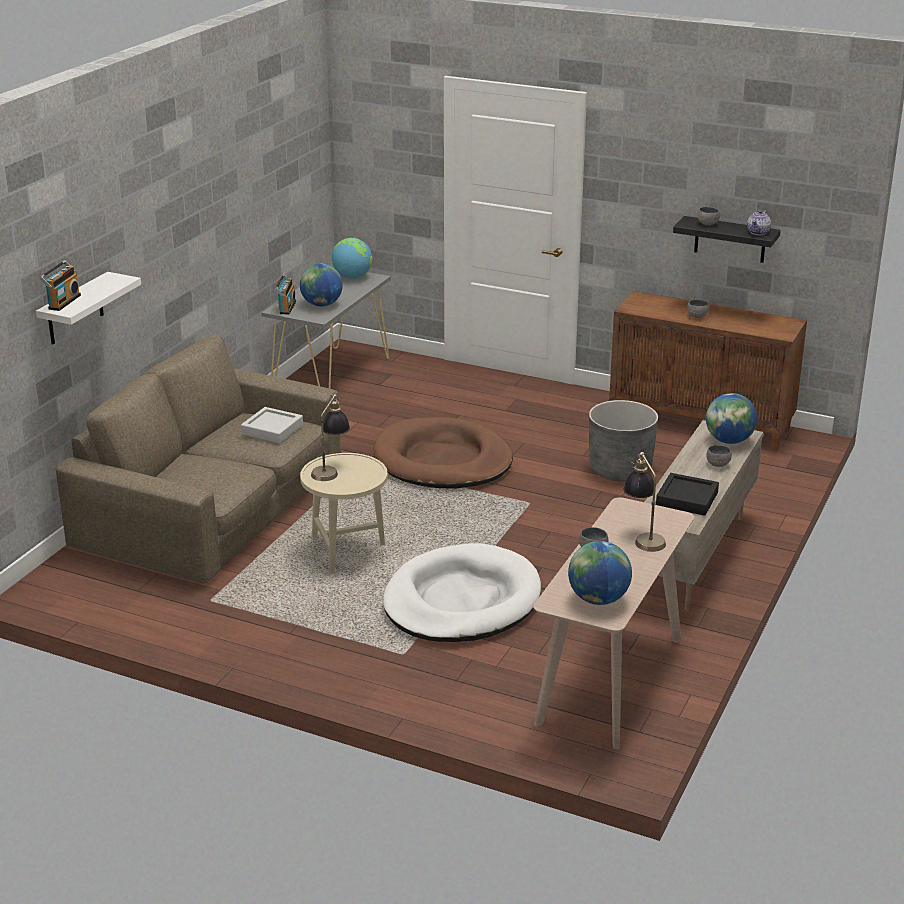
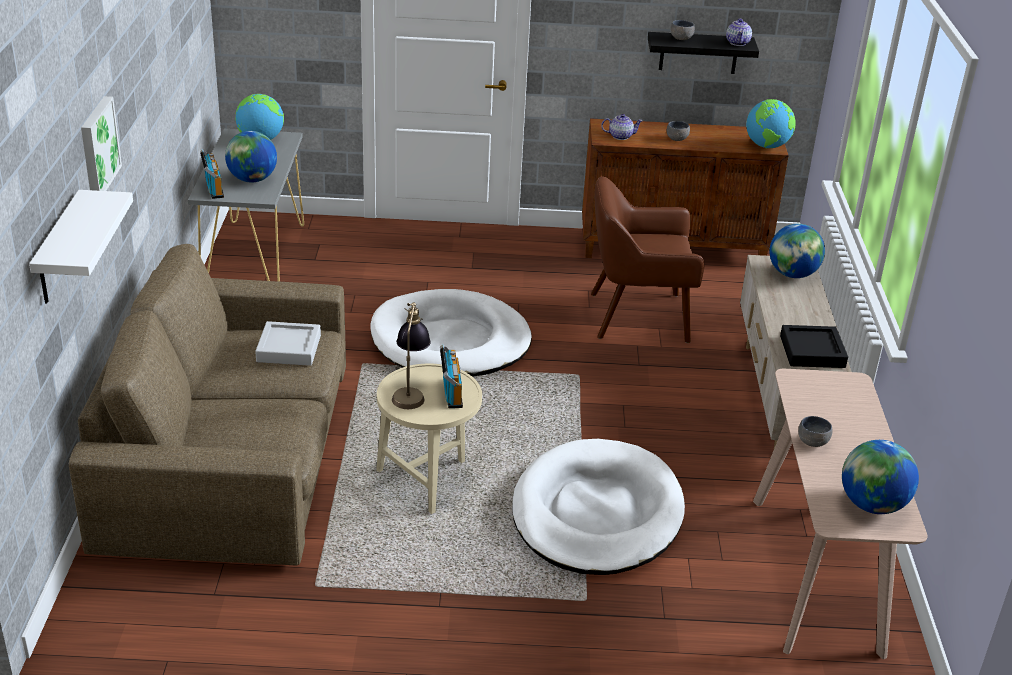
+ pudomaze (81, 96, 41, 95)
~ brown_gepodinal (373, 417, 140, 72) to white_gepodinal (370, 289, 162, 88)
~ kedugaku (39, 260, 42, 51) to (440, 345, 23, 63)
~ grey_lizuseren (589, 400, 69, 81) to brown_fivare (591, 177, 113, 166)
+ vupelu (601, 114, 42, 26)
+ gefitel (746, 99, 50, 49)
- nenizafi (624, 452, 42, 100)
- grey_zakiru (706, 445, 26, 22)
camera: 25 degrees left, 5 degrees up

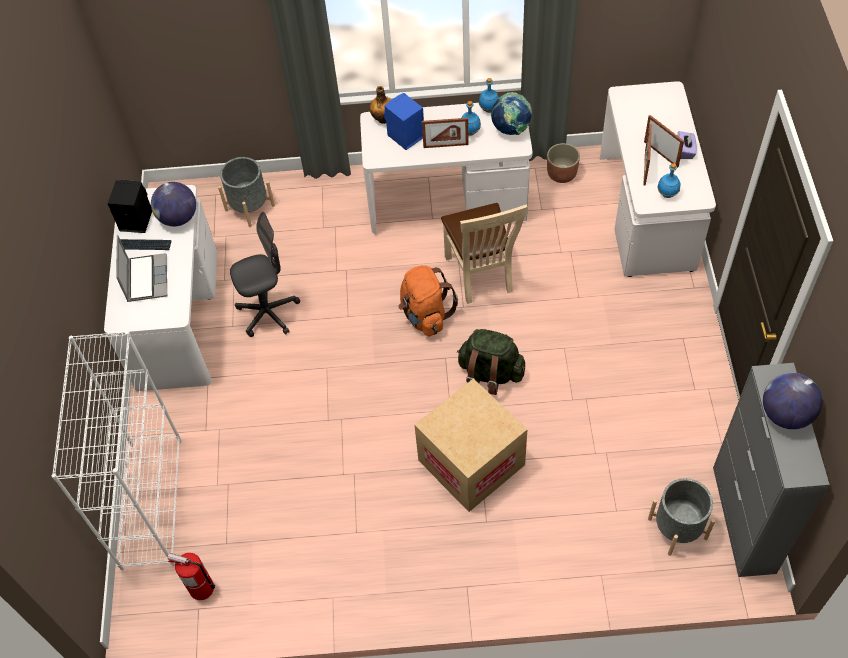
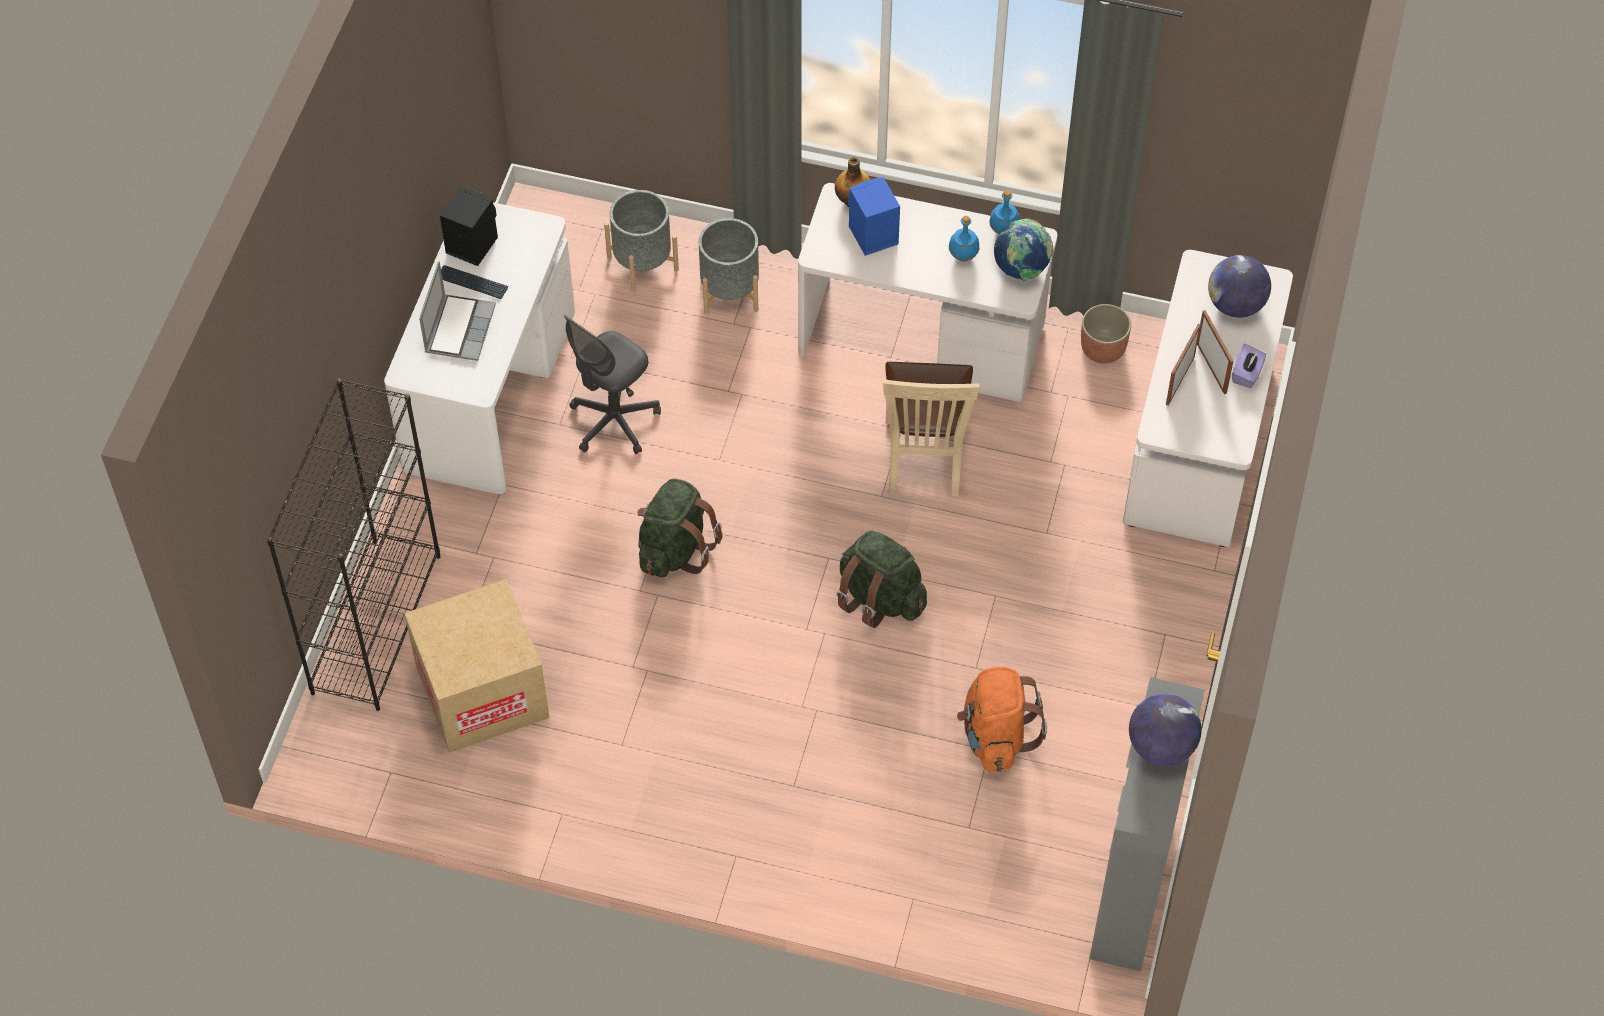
~ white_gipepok (52, 331, 130, 239) to black_gipepok (267, 379, 173, 332)
~ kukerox (415, 378, 113, 134) to (404, 579, 146, 174)
~ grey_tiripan (230, 212, 70, 125) = (564, 315, 97, 139) 135 degrees clockwise
+ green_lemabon (637, 478, 86, 100)
~ grey_lizuseren (648, 478, 67, 78) to (699, 218, 60, 96)
~ orange_lemabon (398, 265, 60, 72) to (957, 667, 90, 105)
~ gefitel (151, 182, 45, 44) to (1208, 255, 63, 63)
- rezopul (167, 553, 48, 47)
- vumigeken (422, 118, 47, 30)
- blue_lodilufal (657, 163, 23, 35)
camera: 15 degrees right, 0 degrees up

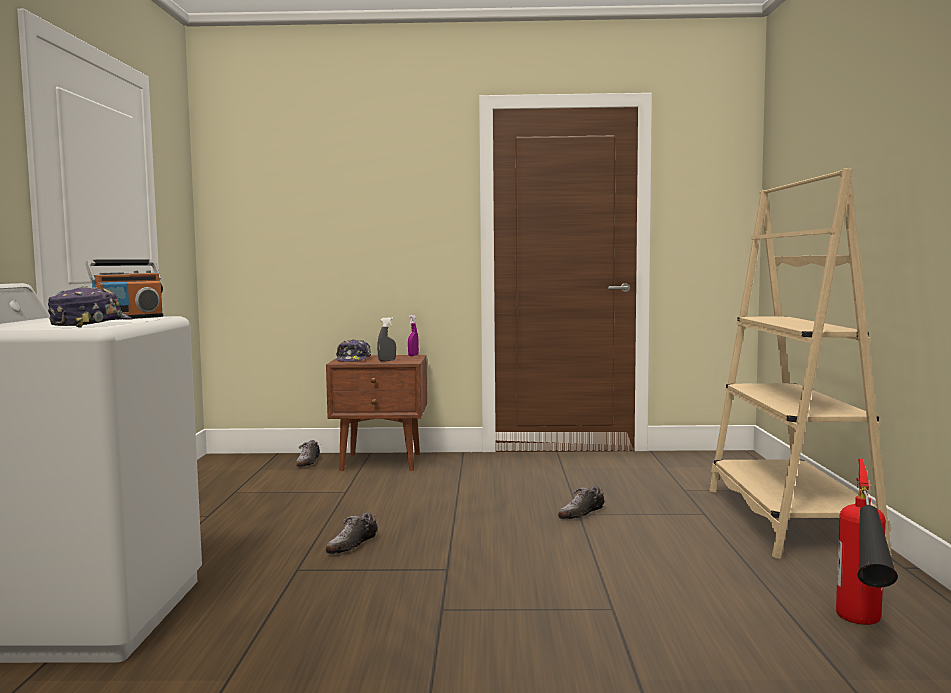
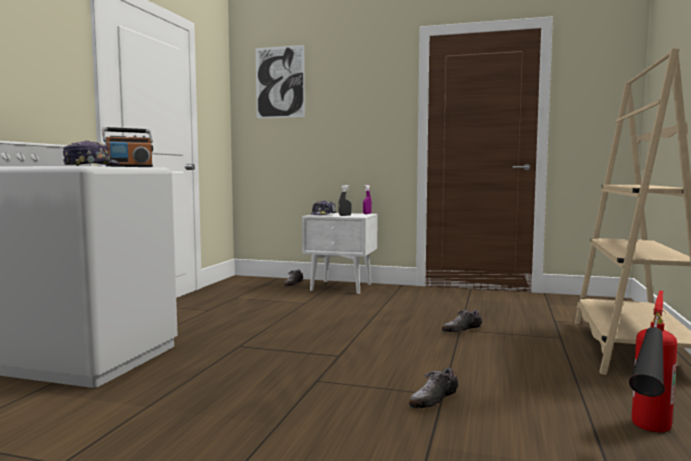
+ pudomaze (256, 45, 49, 73)
~ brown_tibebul (326, 355, 101, 116) to white_tibebul (302, 213, 76, 81)
~ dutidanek (326, 512, 52, 42) to (409, 368, 49, 41)
camera: 15 degrees right, 0 degrees up

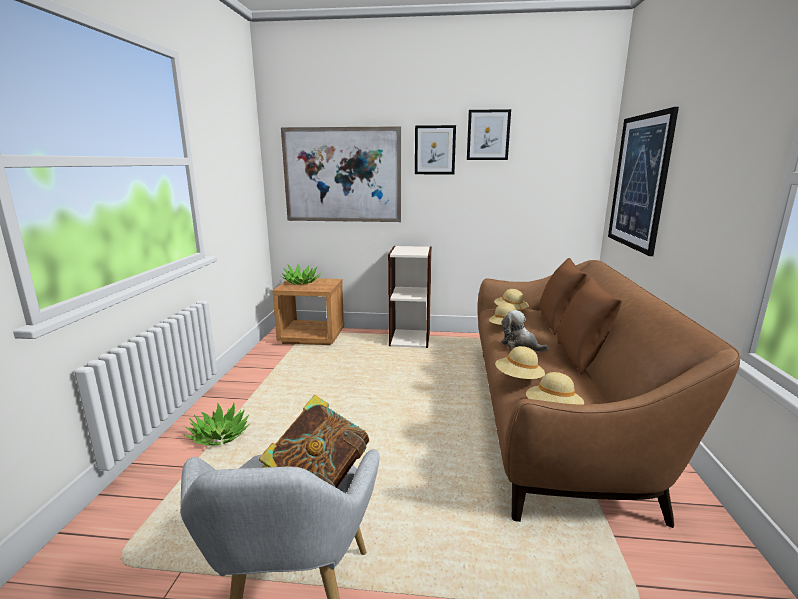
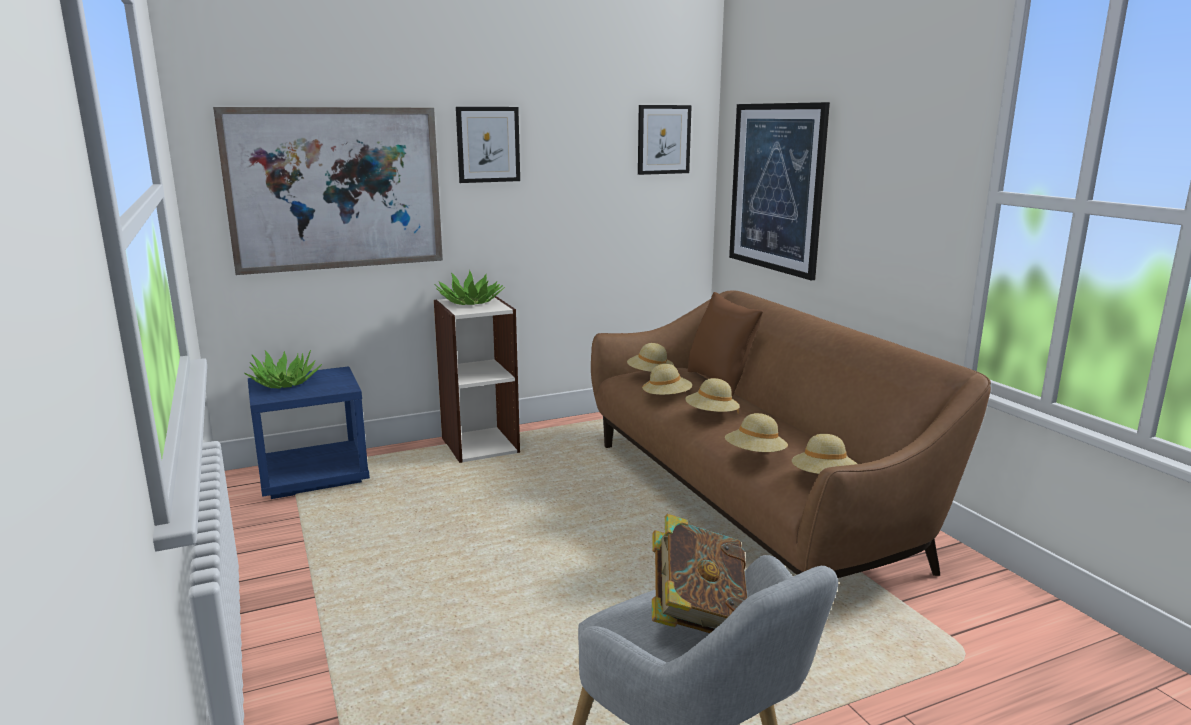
~ brown_tibebul (272, 278, 72, 67) to blue_tibebul (248, 366, 122, 133)
~ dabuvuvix (184, 402, 67, 44) to (434, 270, 71, 35)
~ pudomaze (467, 109, 44, 51) to (638, 105, 54, 70)
~ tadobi (501, 310, 47, 42) to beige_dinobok (685, 378, 54, 36)
- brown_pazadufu (557, 277, 65, 97)
camera: 30 degrees left, 0 degrees up

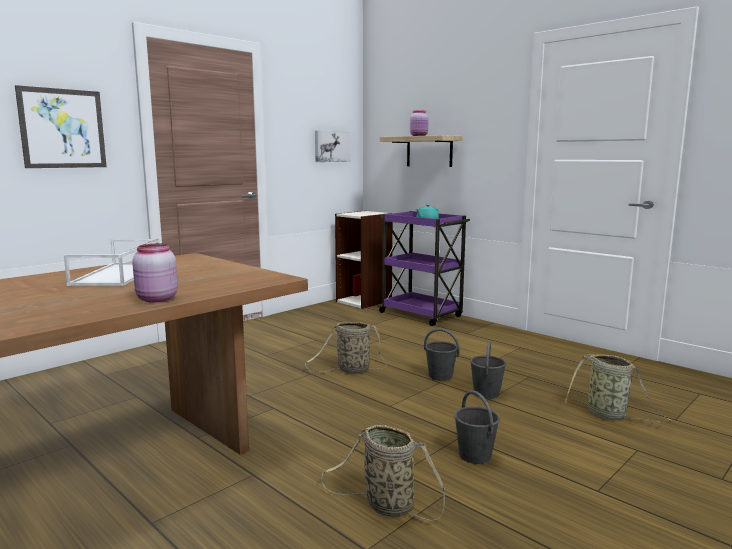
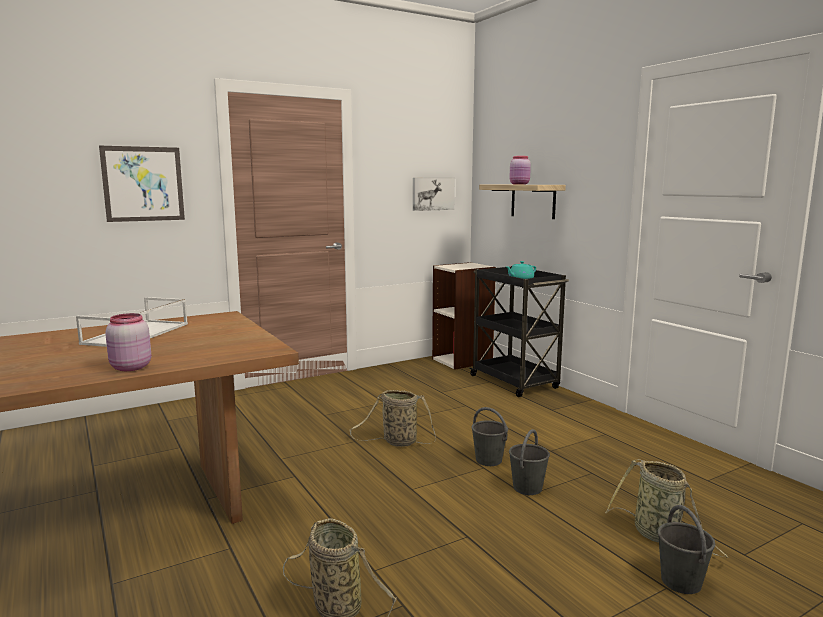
~ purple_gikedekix (379, 211, 91, 115) to black_gikedekix (469, 266, 100, 131)
~ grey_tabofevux (454, 390, 46, 74) to (657, 505, 58, 89)
camera: 15 degrees right, 0 degrees up

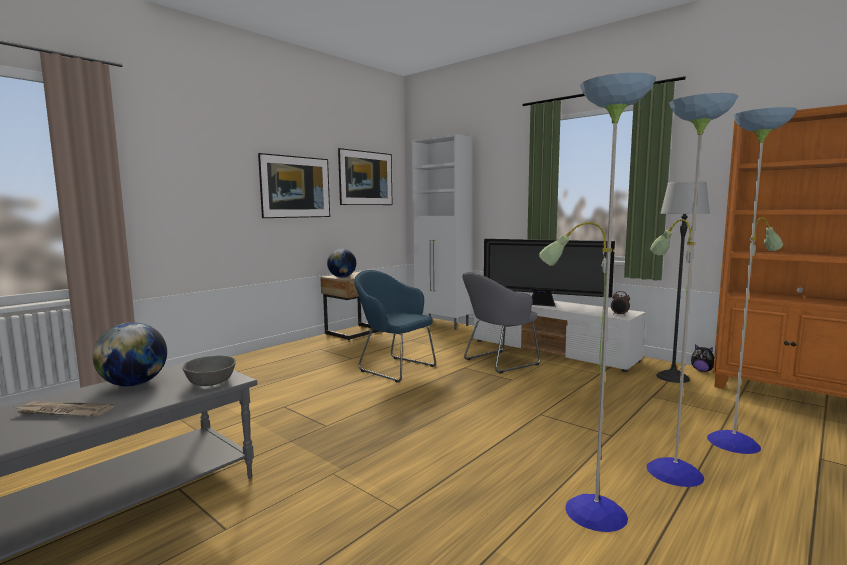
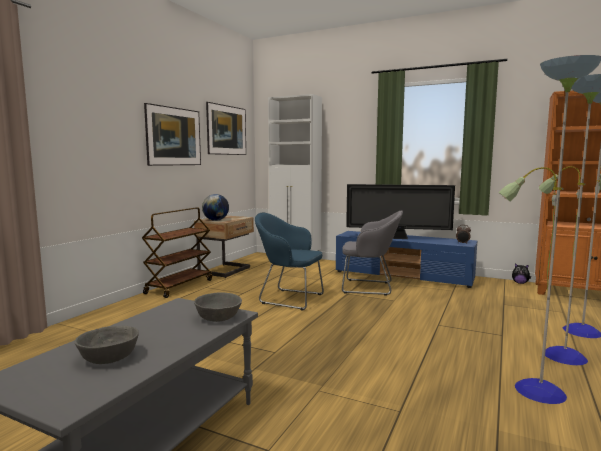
~ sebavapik (17, 401, 98, 15) to grey_zakiru (75, 325, 64, 39)
+ brown_gikedekix (142, 207, 70, 91)
~ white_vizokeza (474, 301, 172, 71) to blue_vizokeza (336, 231, 141, 57)
~ grey_fivare (462, 272, 78, 102) = (342, 210, 61, 86) 120 degrees counterclockwise
- gefitel (93, 322, 74, 65)
- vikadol (656, 181, 54, 202)
camera: 15 degrees left, 0 degrees up

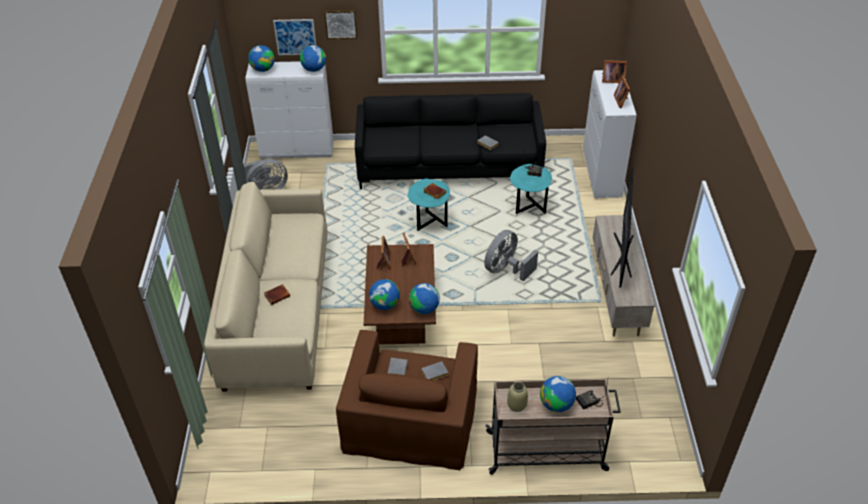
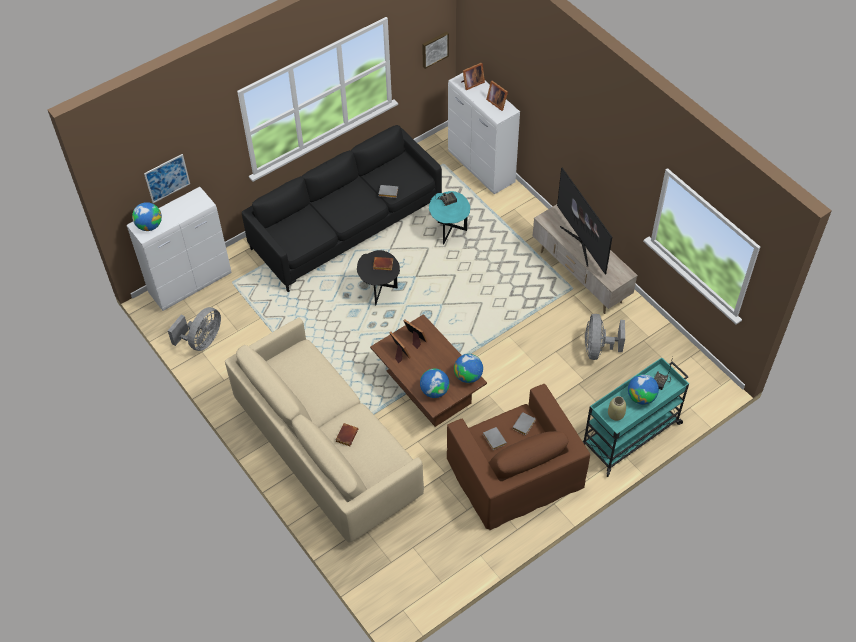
~ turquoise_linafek (408, 178, 42, 53) to black_linafek (357, 250, 43, 56)
~ pudomaze (324, 10, 33, 29) to (422, 31, 27, 38)
~ beige_gikedekix (485, 379, 136, 96) to turquoise_gikedekix (582, 357, 107, 120)
~ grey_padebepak (484, 230, 54, 51) to (585, 314, 40, 46)
- gefitel (300, 45, 26, 27)
camera: 35 degrees left, 10 degrees up

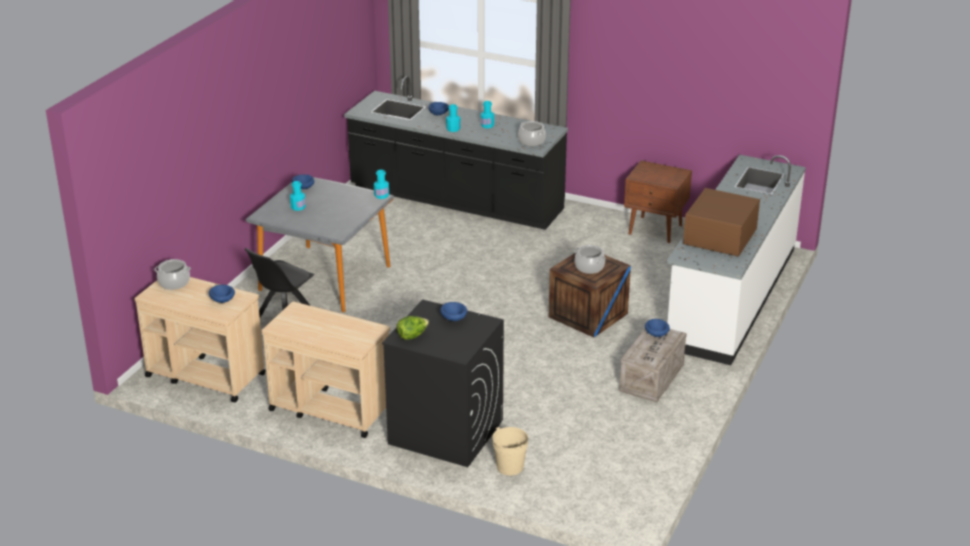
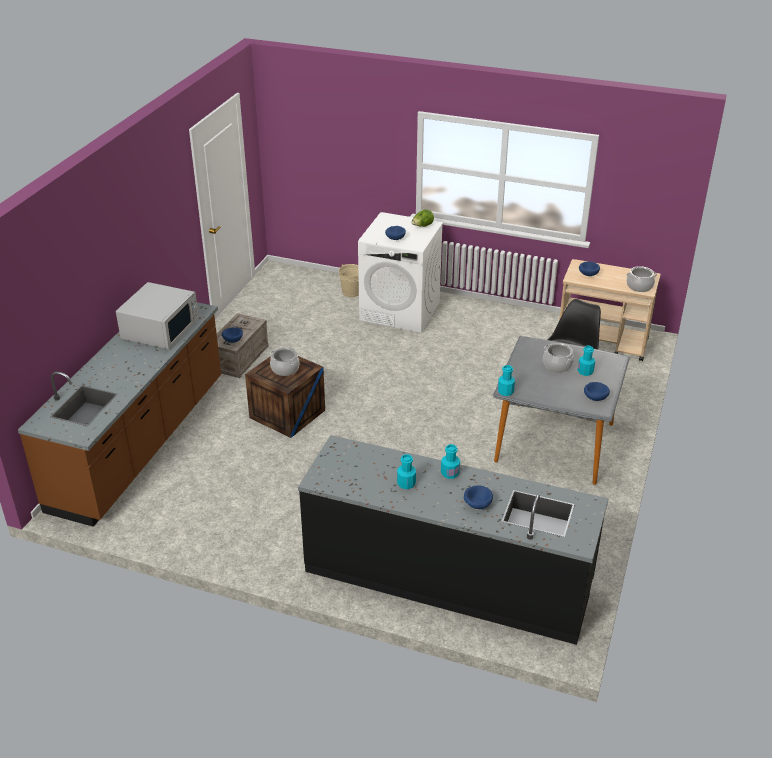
~ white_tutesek (667, 155, 139, 210) to brown_tutesek (18, 302, 203, 225)
~ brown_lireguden (683, 188, 77, 69) to white_lireguden (116, 282, 83, 68)
~ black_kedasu (382, 300, 122, 167) to white_kedasu (358, 212, 85, 121)
~ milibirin (518, 121, 28, 25) to (543, 343, 31, 30)
- beige_gikedekix (262, 302, 128, 136)
- brown_tibebul (624, 160, 68, 83)
camera: 175 degrees right, 5 degrees up

